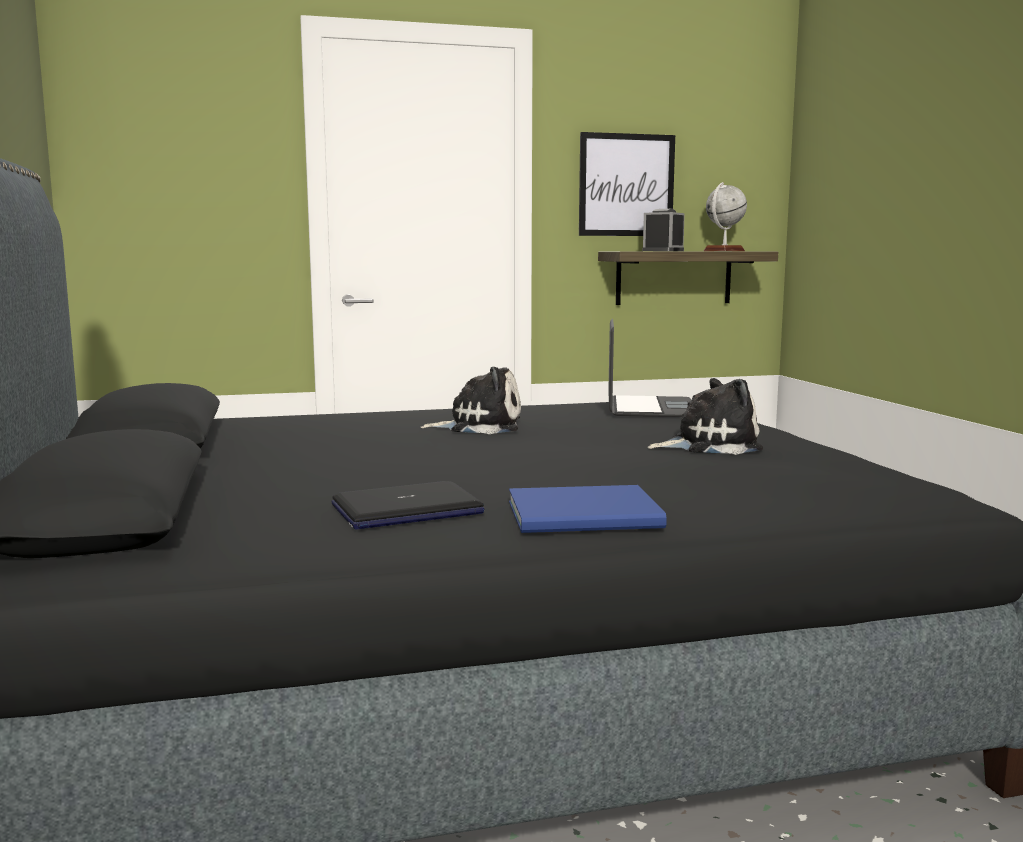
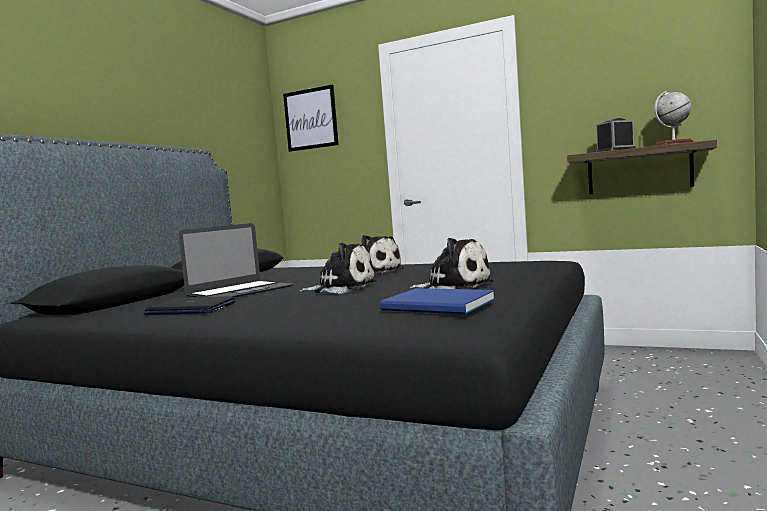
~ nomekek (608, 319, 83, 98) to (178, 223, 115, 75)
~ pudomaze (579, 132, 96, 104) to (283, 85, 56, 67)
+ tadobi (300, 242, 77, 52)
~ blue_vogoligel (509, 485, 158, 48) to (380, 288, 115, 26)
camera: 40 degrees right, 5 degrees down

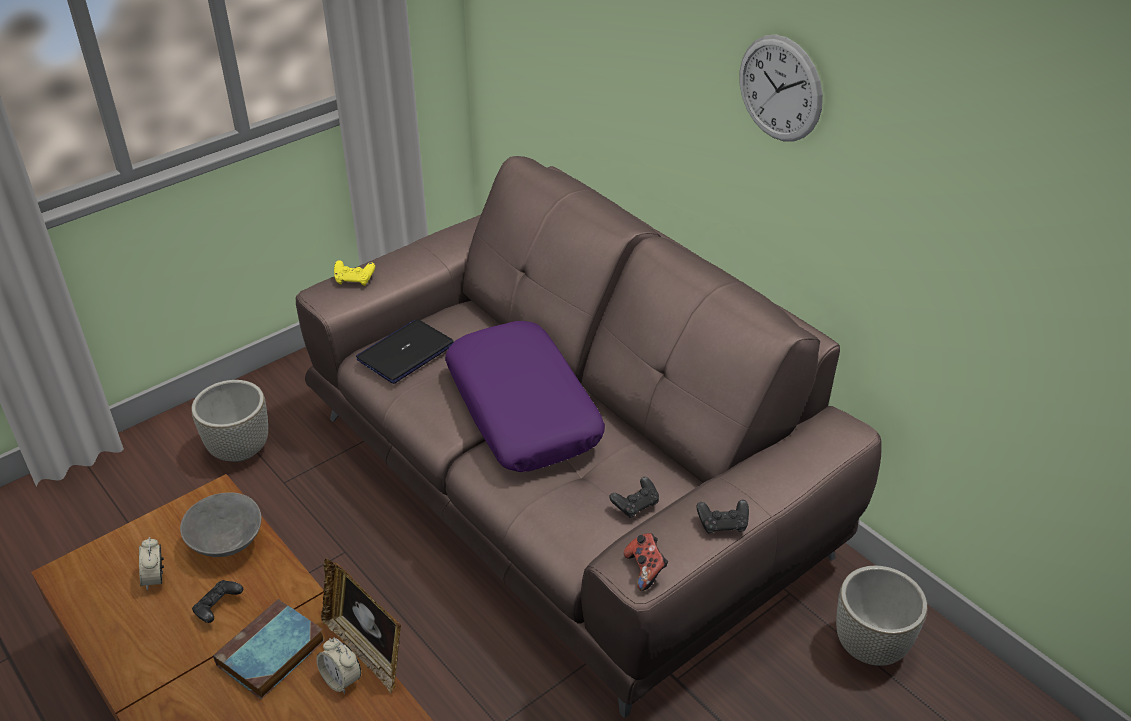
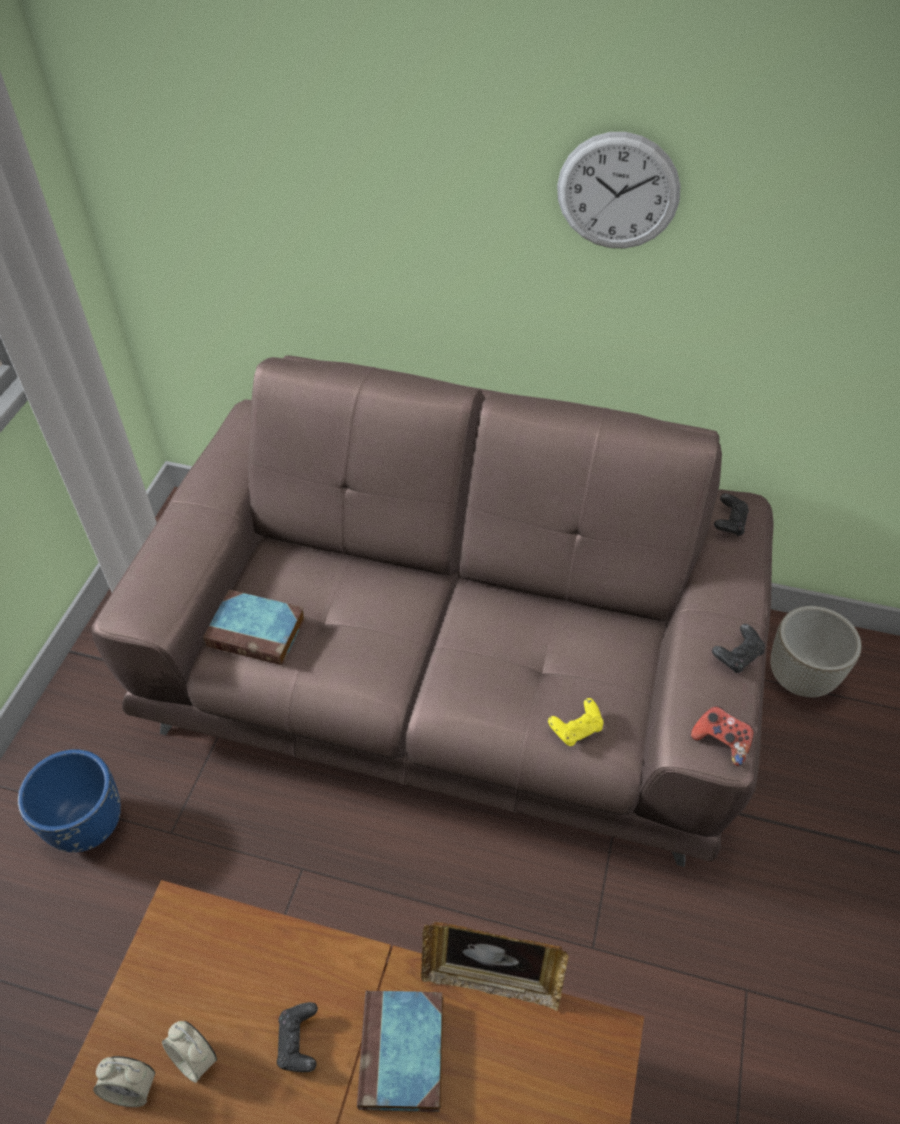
~ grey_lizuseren (191, 380, 77, 82) to blue_lizuseren (18, 749, 103, 103)
~ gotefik (316, 638, 45, 56) to (93, 1056, 62, 51)
~ nomekek (356, 319, 98, 65) to vogoligel (203, 590, 102, 75)
~ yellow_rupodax (334, 260, 41, 26) to (548, 698, 55, 48)
~ black_rupodax (609, 477, 50, 41) to (714, 494, 35, 42)
- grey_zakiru (180, 493, 81, 64)
- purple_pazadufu (445, 321, 160, 151)
camera: 35 degrees left, 10 degrees up

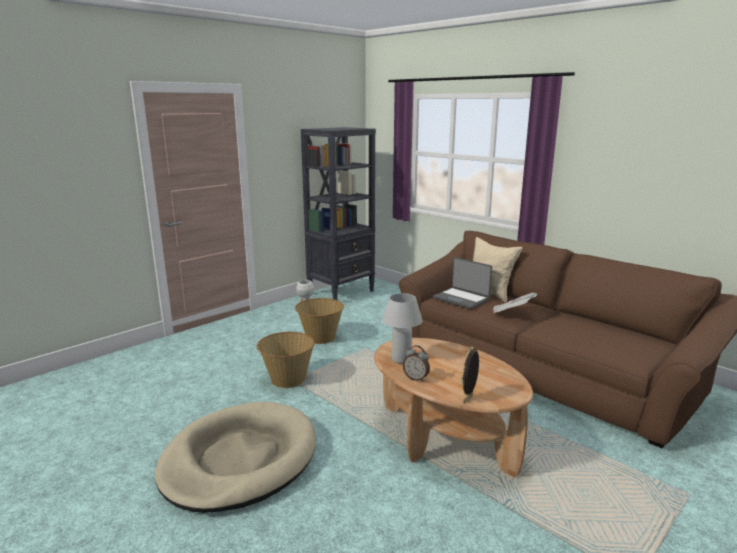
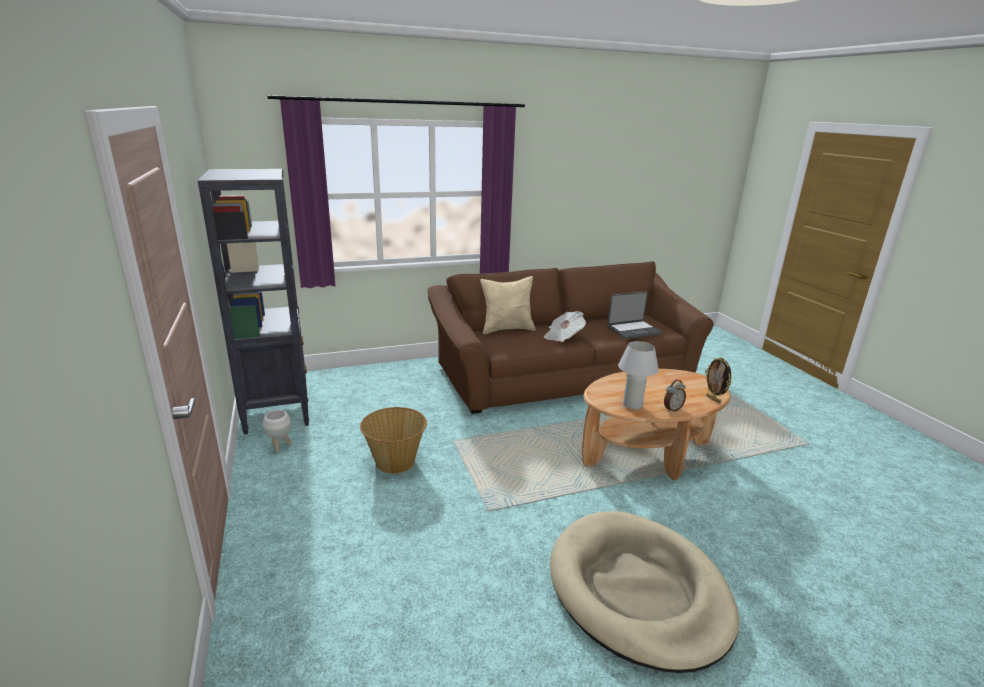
~ nomekek (433, 257, 59, 52) to (607, 291, 55, 48)
- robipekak (257, 332, 58, 56)
camera: 65 degrees left, 5 degrees up

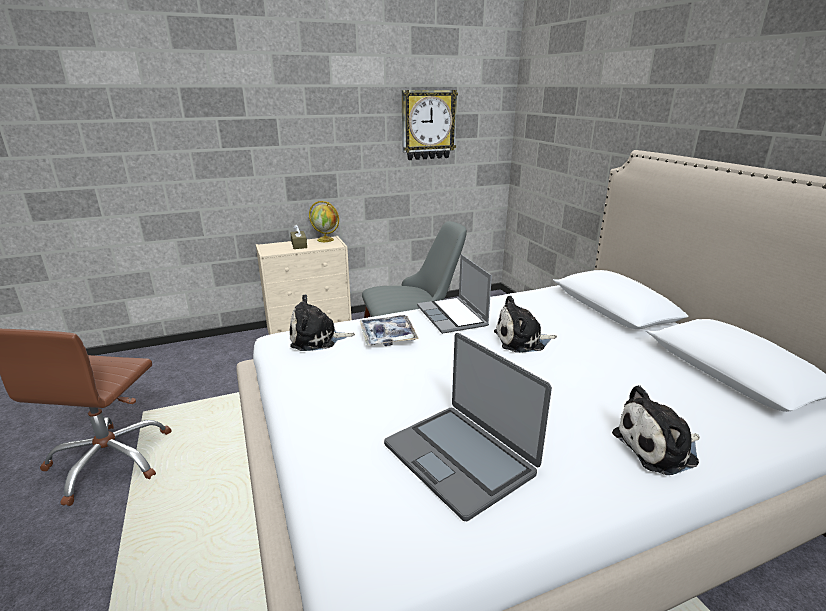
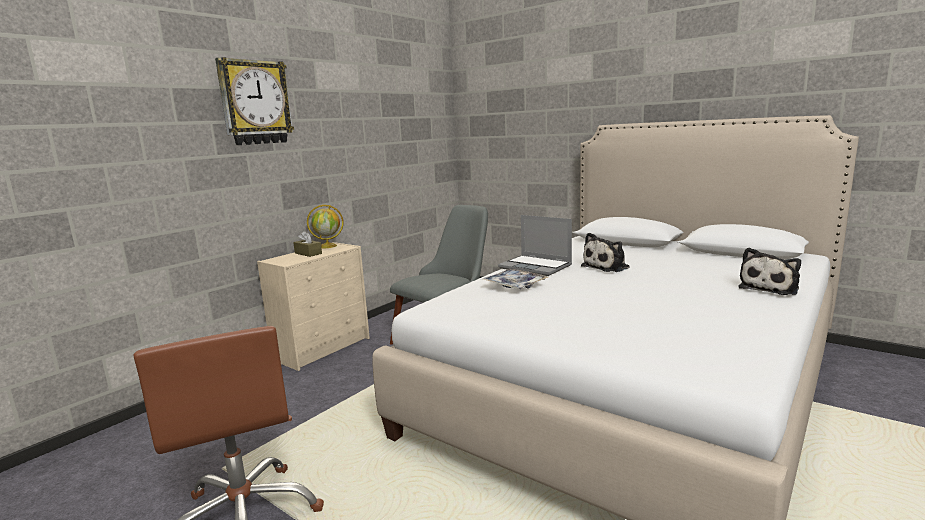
~ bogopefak (402, 90, 56, 70) to (215, 57, 79, 88)
- tadobi (290, 294, 65, 57)
- nomekek (384, 333, 168, 188)
camera: 30 degrees left, 10 degrees down

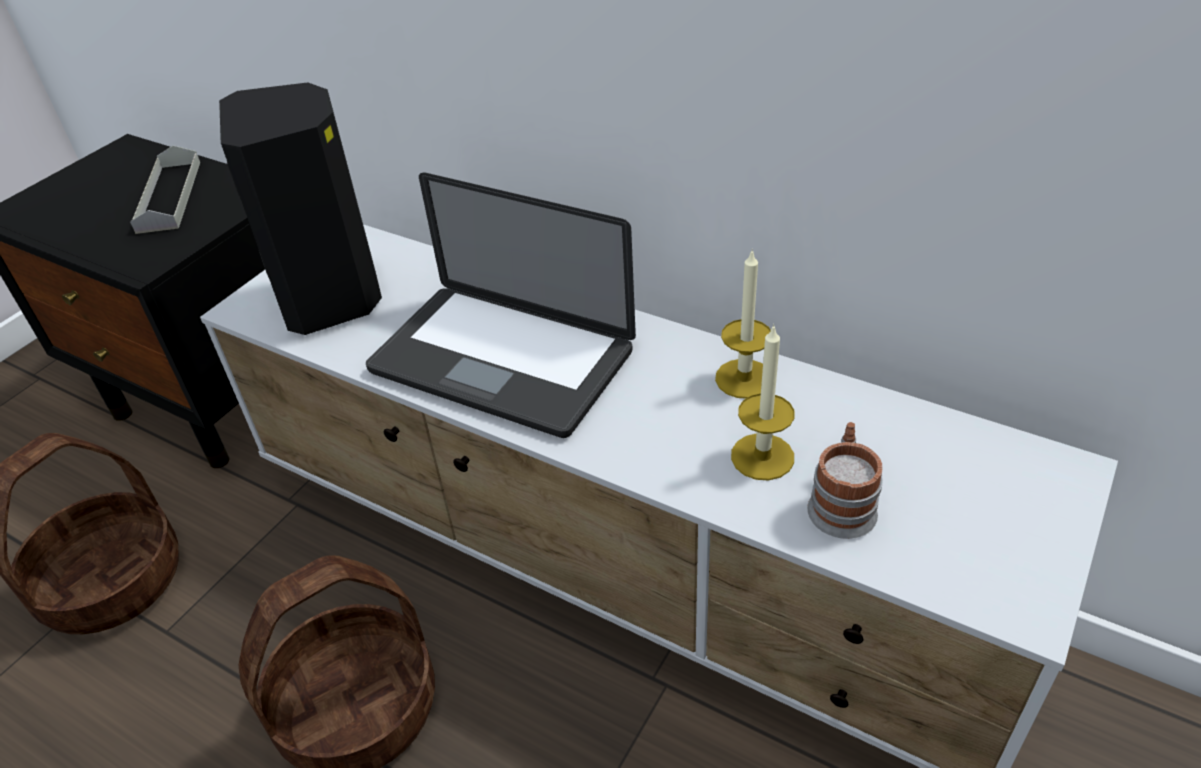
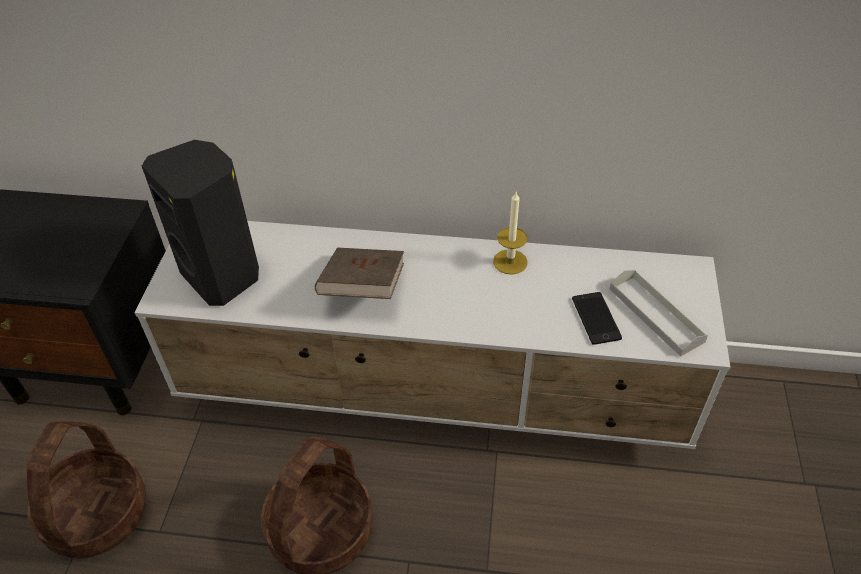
~ nomekek (366, 172, 270, 266) to brown_vogoligel (315, 248, 89, 51)
~ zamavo (807, 422, 76, 117) to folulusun (572, 292, 50, 53)
~ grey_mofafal (130, 145, 70, 89) to (610, 270, 98, 87)
- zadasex (731, 324, 64, 156)
camera: 25 degrees left, 5 degrees up

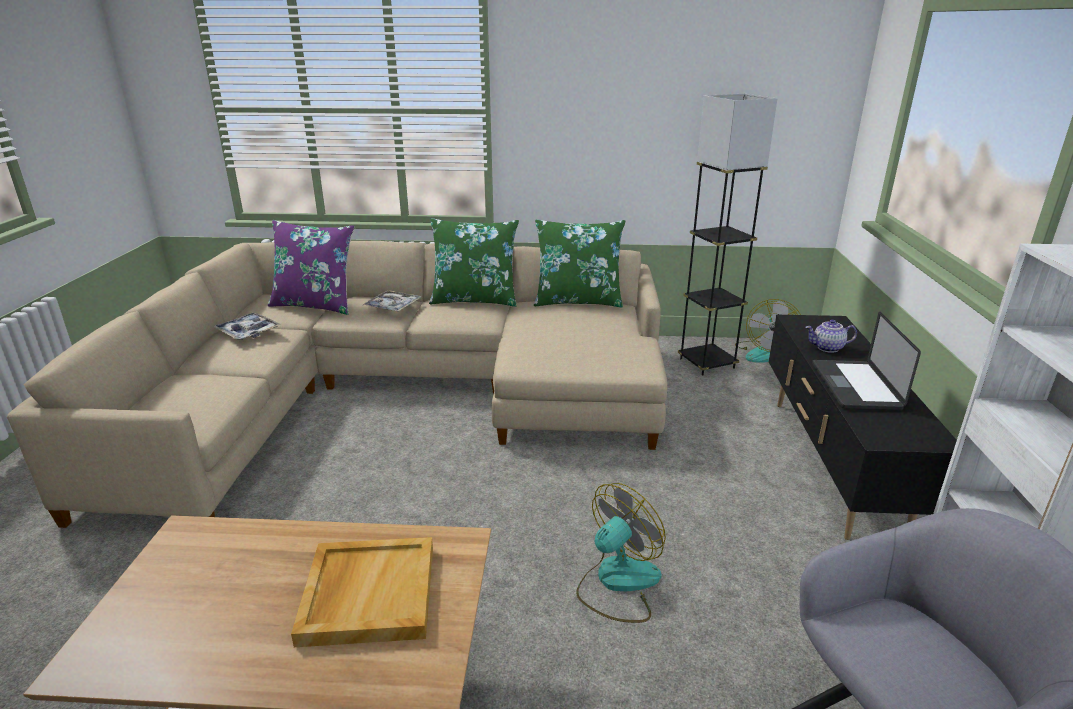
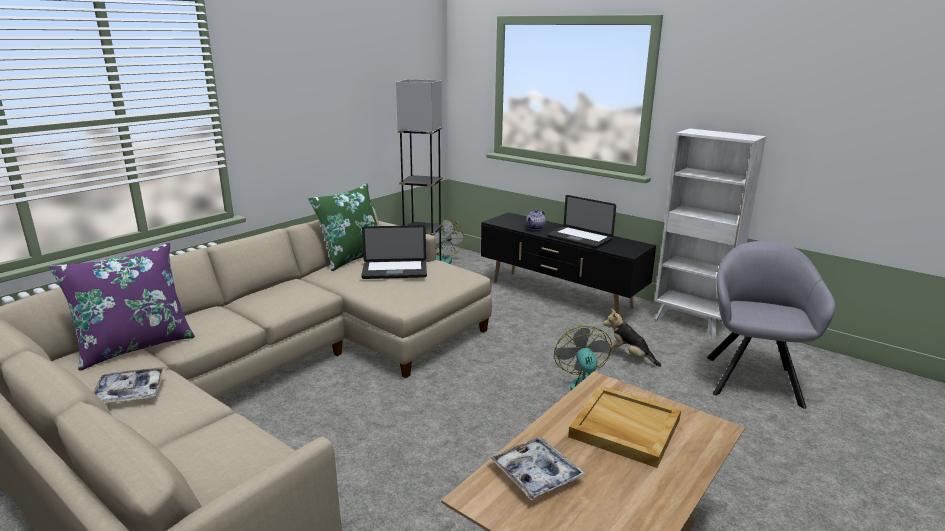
+ nomekek (361, 225, 66, 54)
~ mofafal (363, 290, 58, 22) to (489, 437, 97, 63)
+ tadobi (603, 309, 59, 58)
- green_pazadufu (429, 218, 90, 89)
camera: 55 degrees left, 5 degrees down

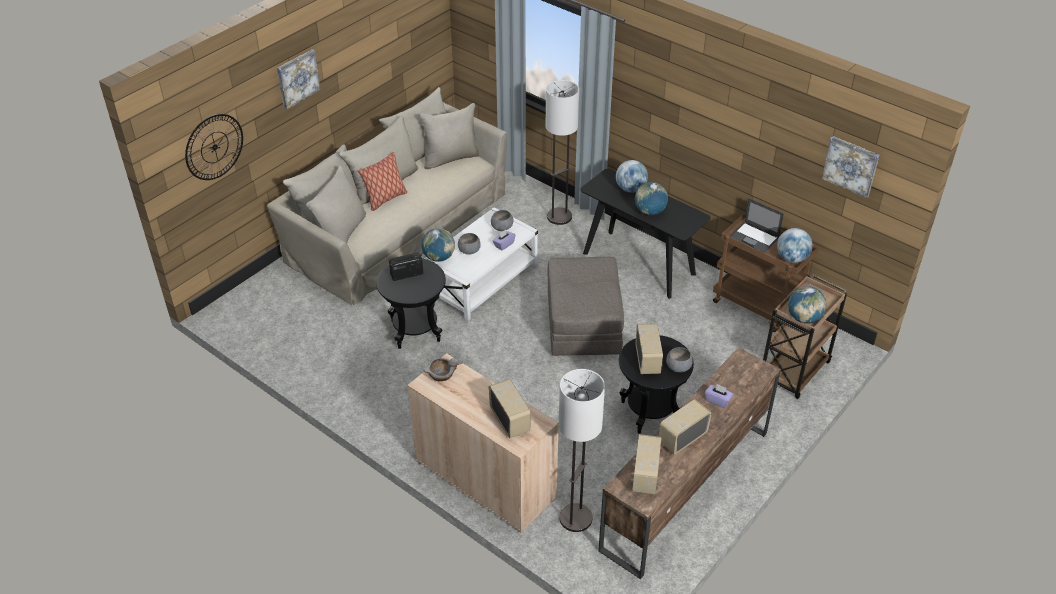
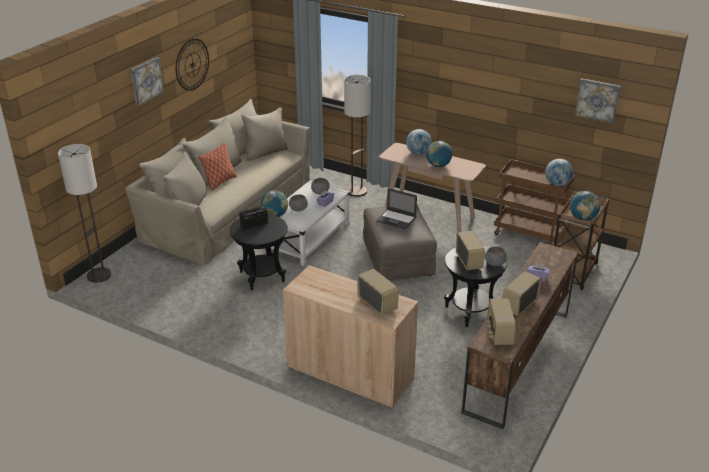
~ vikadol (559, 369, 46, 163) to (58, 144, 53, 139)
~ bogopefak (185, 114, 58, 66) to (176, 39, 33, 52)
~ nomekek (730, 198, 54, 55) to (376, 188, 41, 41)
~ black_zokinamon (581, 169, 129, 130) to beige_zokinamon (379, 143, 107, 90)
- grey_zakiru (424, 358, 39, 23)
camera: 10 degrees left, 10 degrees down

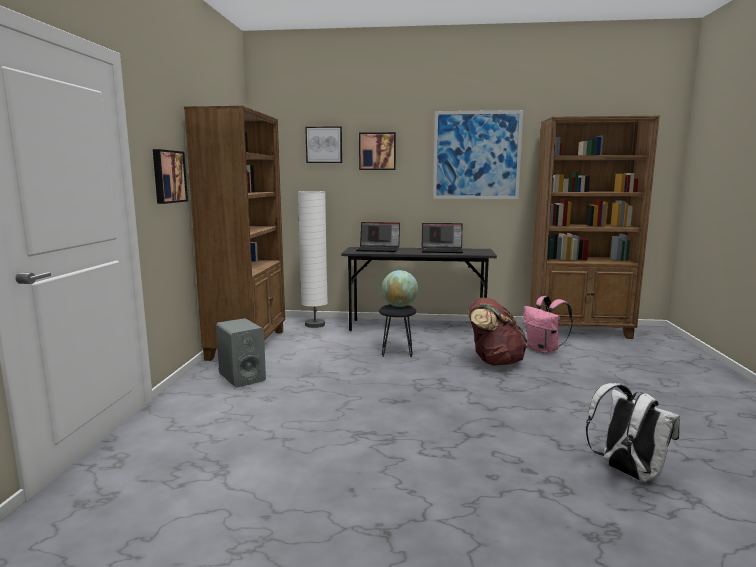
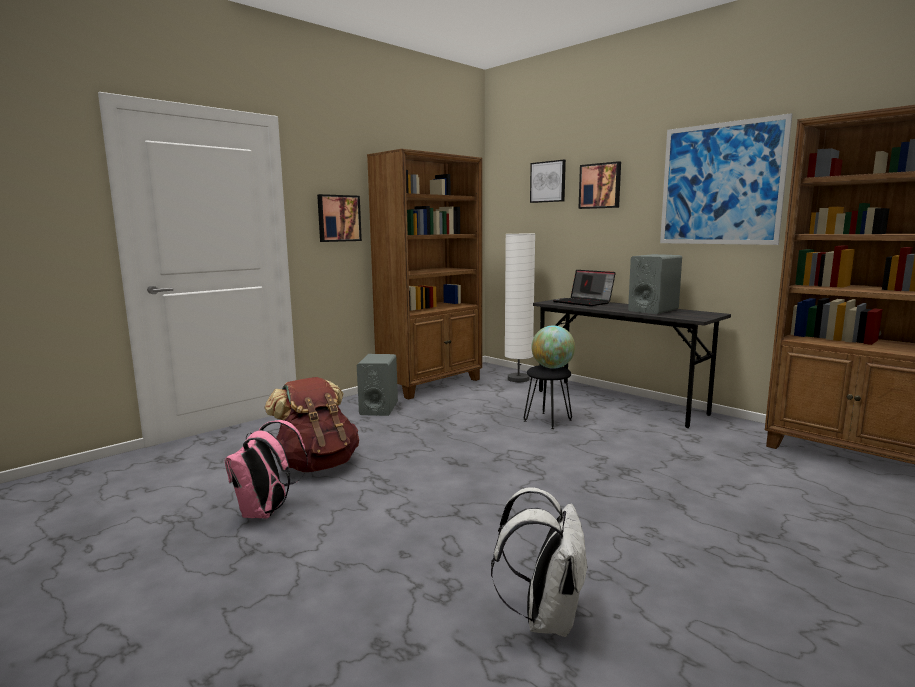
~ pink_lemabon (523, 296, 50, 58) to (224, 420, 84, 99)
~ brown_lemabon (468, 298, 60, 68) to (264, 377, 95, 95)
~ nomekek (421, 223, 42, 30) to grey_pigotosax (628, 254, 54, 60)
camera: 40 degrees right, 0 degrees up

